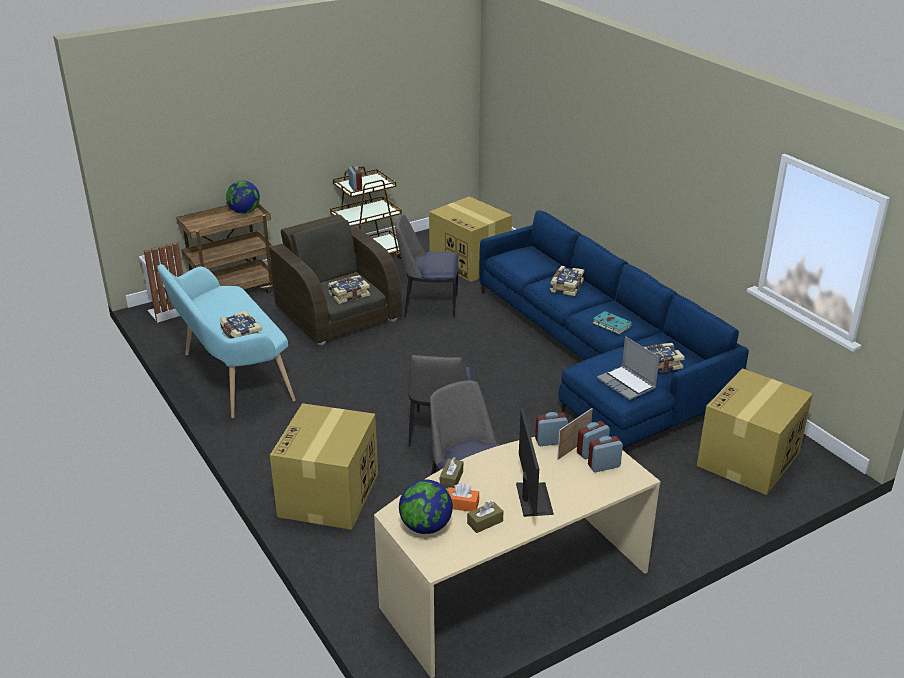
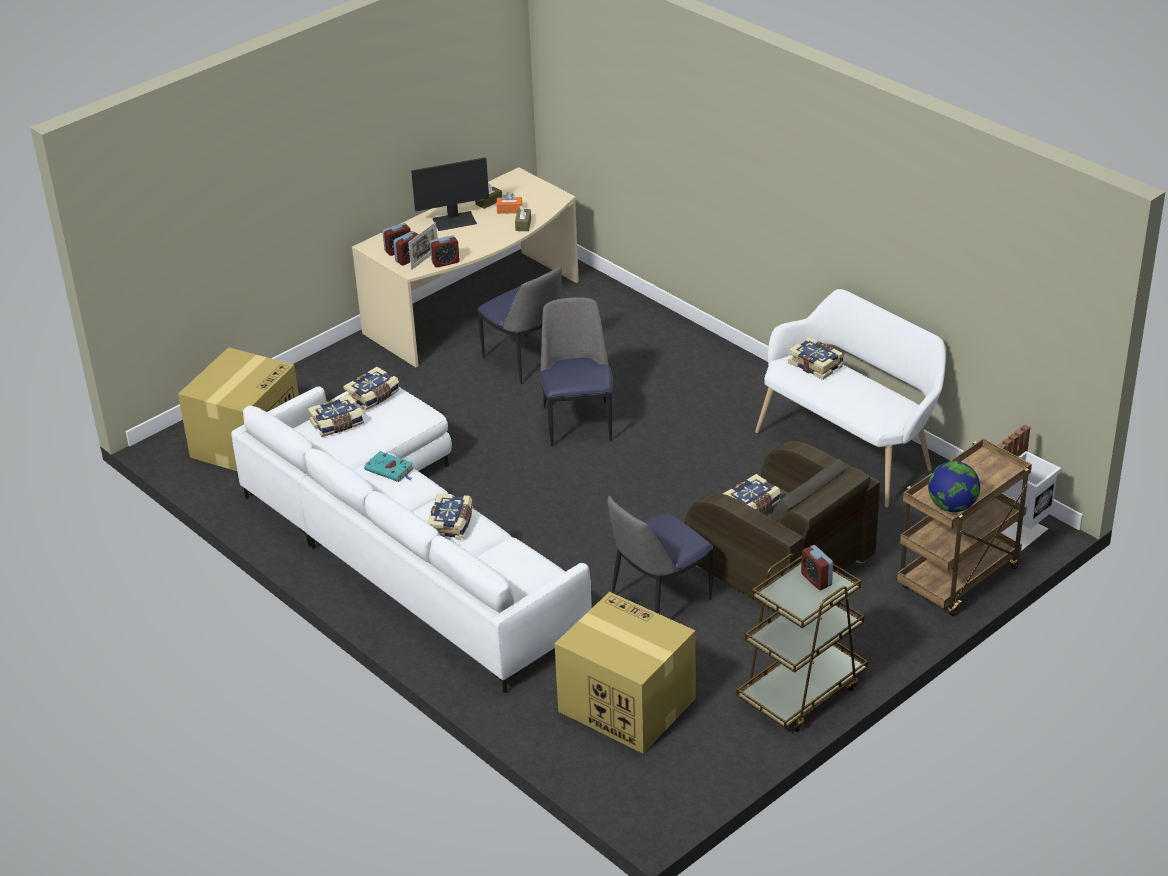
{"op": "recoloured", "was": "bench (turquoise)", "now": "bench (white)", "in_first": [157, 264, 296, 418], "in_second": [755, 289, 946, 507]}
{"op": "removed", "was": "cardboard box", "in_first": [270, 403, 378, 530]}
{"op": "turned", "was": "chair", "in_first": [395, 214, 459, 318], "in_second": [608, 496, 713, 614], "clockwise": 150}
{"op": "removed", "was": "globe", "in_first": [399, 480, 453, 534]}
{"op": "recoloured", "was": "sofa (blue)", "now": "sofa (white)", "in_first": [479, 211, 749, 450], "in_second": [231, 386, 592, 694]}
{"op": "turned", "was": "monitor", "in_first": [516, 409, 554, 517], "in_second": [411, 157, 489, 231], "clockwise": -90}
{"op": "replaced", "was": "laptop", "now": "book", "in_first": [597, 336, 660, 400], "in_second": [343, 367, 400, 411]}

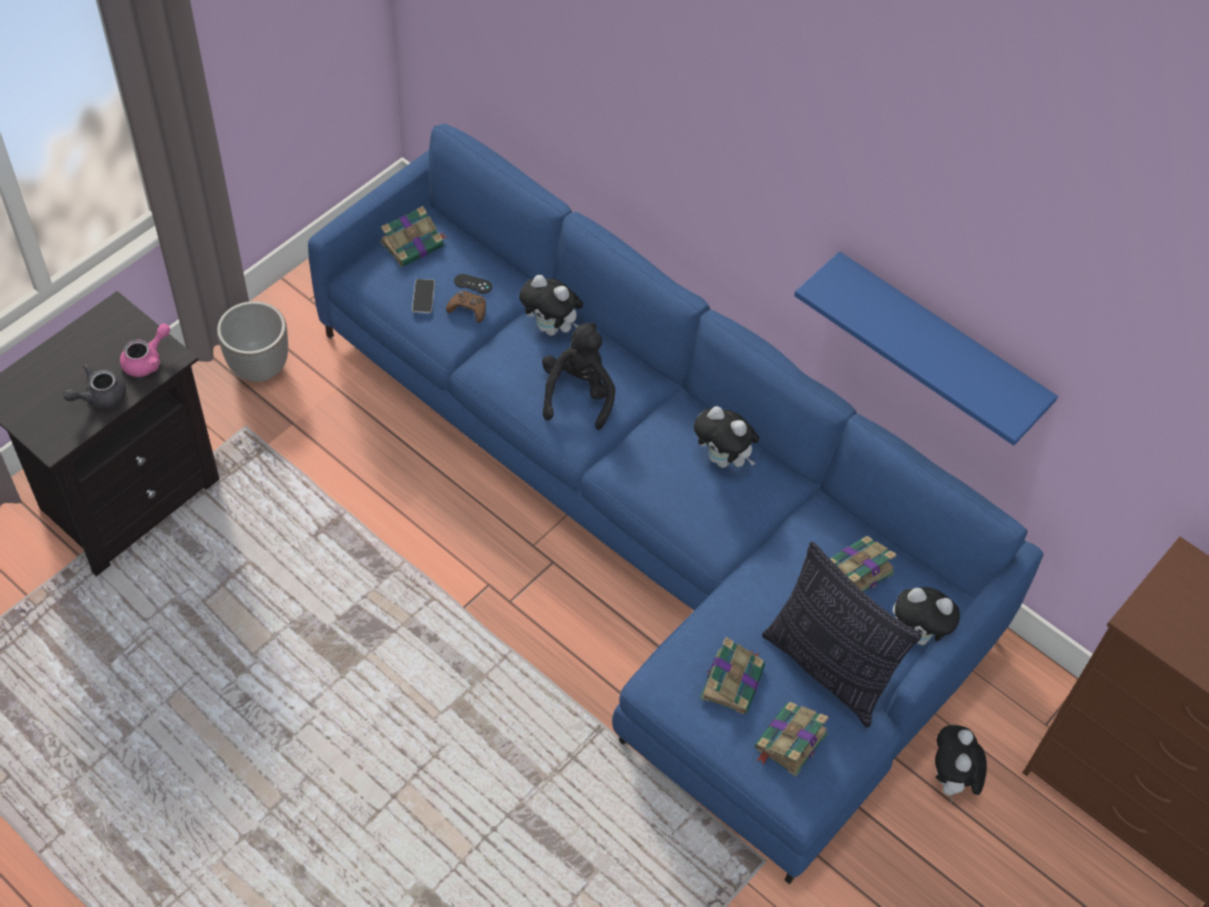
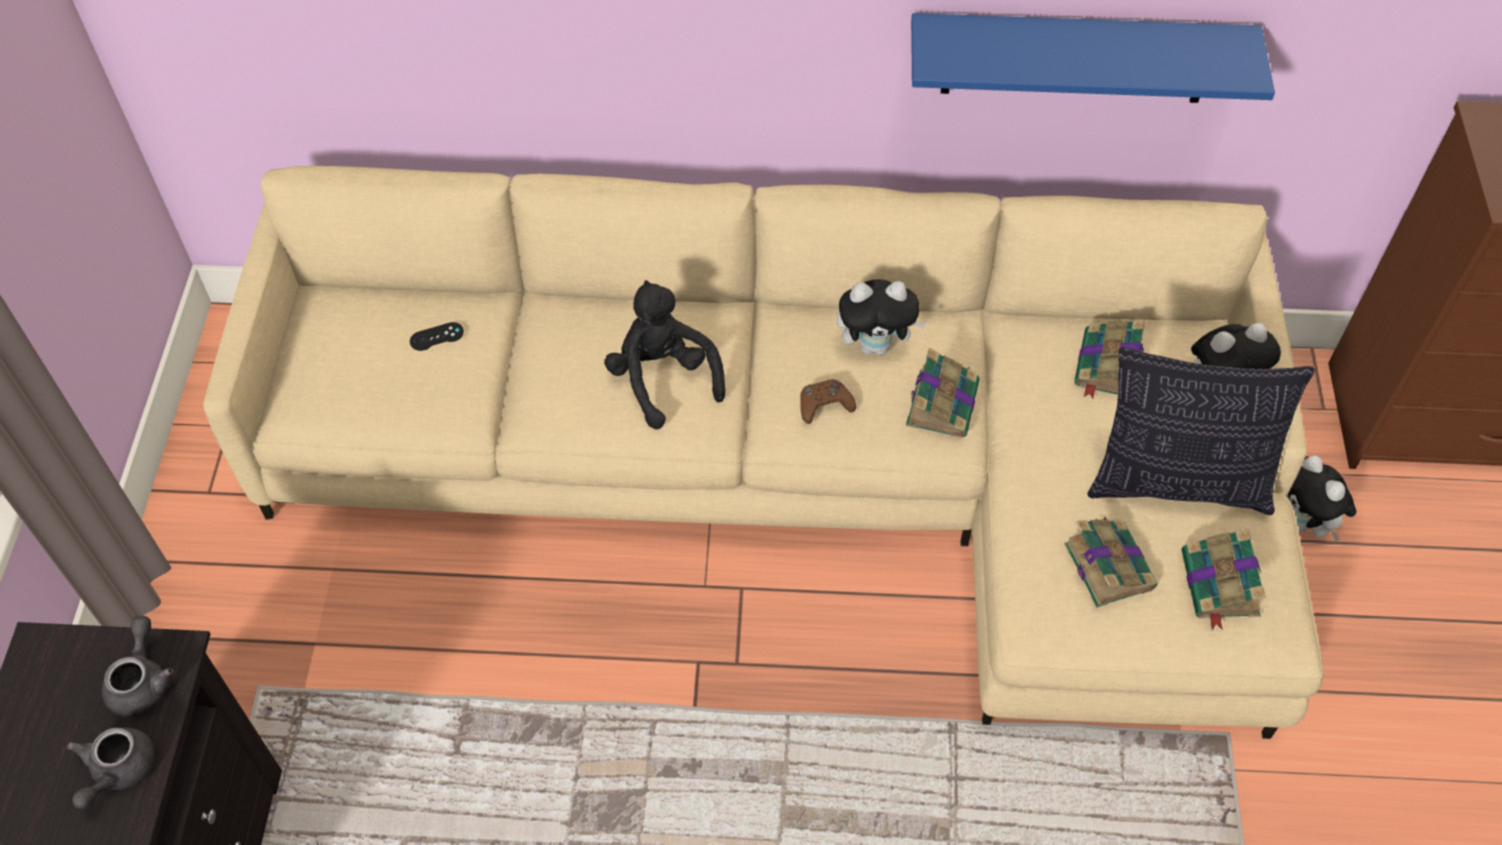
{"op": "recoloured", "was": "teapot (pink)", "now": "teapot (grey)", "in_first": [120, 324, 170, 377], "in_second": [102, 616, 173, 717]}
{"op": "removed", "was": "planter", "in_first": [217, 301, 288, 382]}
{"op": "recoloured", "was": "sofa (blue)", "now": "sofa (beige)", "in_first": [308, 124, 1043, 884], "in_second": [203, 166, 1324, 739]}
{"op": "moved", "was": "book", "in_first": [380, 206, 448, 267], "in_second": [906, 348, 980, 438]}
{"op": "removed", "was": "phone", "in_first": [412, 279, 435, 313]}
{"op": "moved", "was": "game controller (brown)", "in_first": [446, 291, 486, 323], "in_second": [800, 379, 856, 424]}
{"op": "removed", "was": "plush toy", "in_first": [519, 275, 583, 336]}

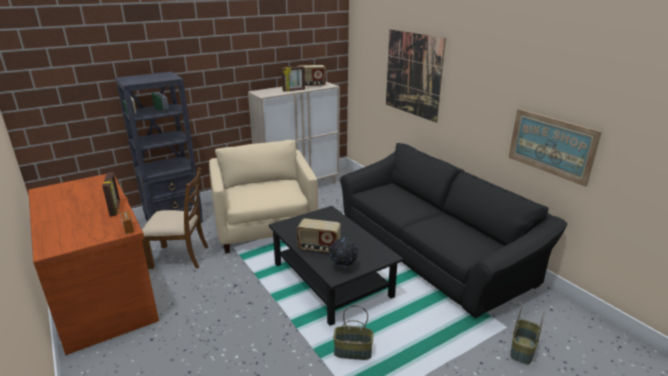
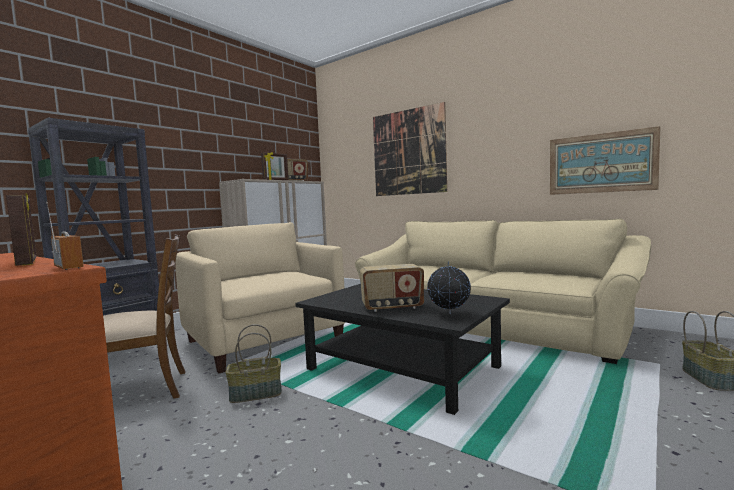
{"op": "moved", "was": "basket", "in_first": [333, 305, 374, 360], "in_second": [225, 324, 282, 403]}
{"op": "recoloured", "was": "sofa (black)", "now": "sofa (beige)", "in_first": [340, 143, 568, 318], "in_second": [355, 219, 651, 364]}

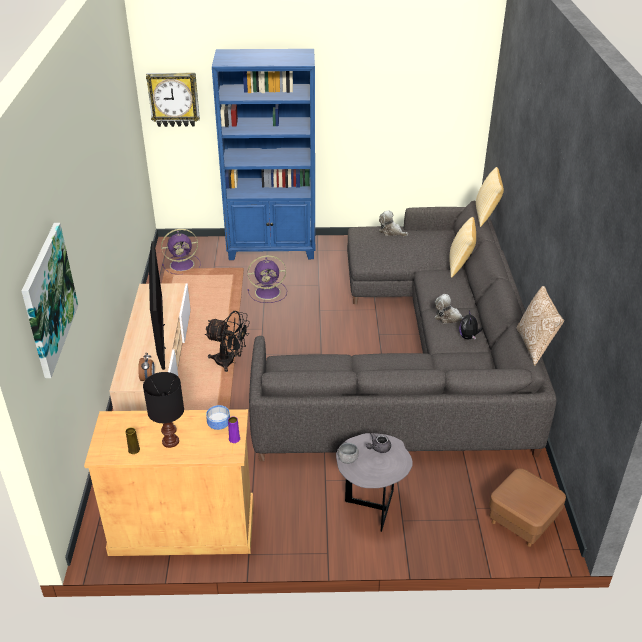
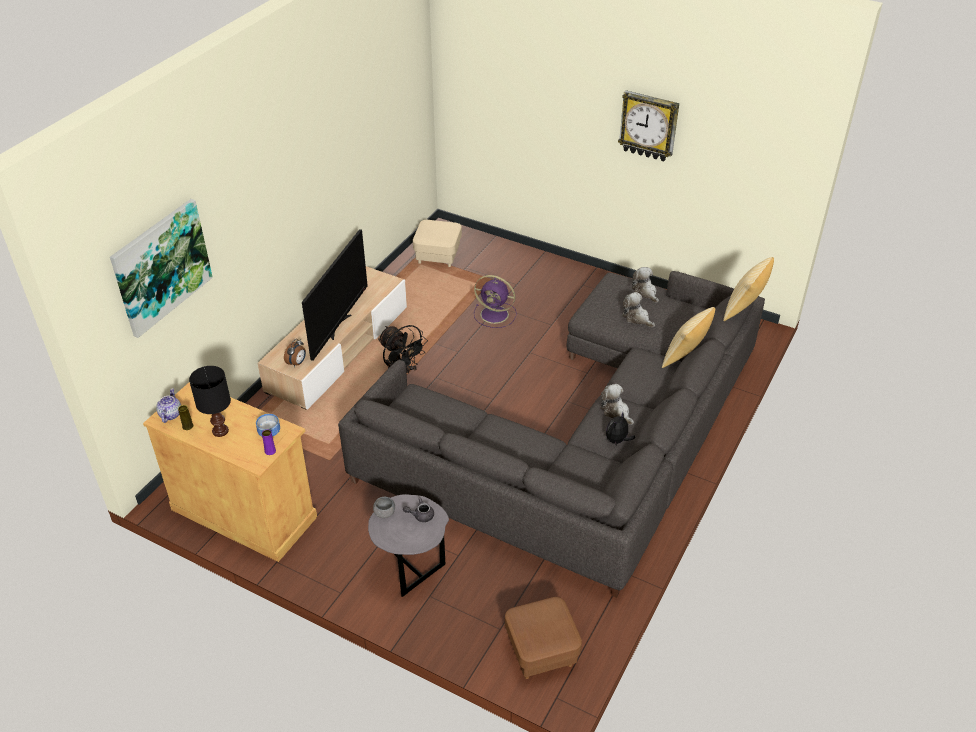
{"op": "moved", "was": "wall clock", "in_first": [146, 73, 200, 127], "in_second": [618, 90, 679, 162]}
{"op": "replaced", "was": "fan (purple)", "now": "ottoman (beige)", "in_first": [161, 229, 201, 274], "in_second": [413, 220, 462, 267]}
{"op": "removed", "was": "bookcase (blue)", "in_first": [212, 49, 315, 260]}
{"op": "removed", "was": "pillow", "in_first": [516, 286, 564, 366]}
{"op": "added", "now": "teapot", "in_second": [156, 388, 181, 423]}
{"op": "added", "now": "plush toy", "in_second": [622, 292, 655, 327]}

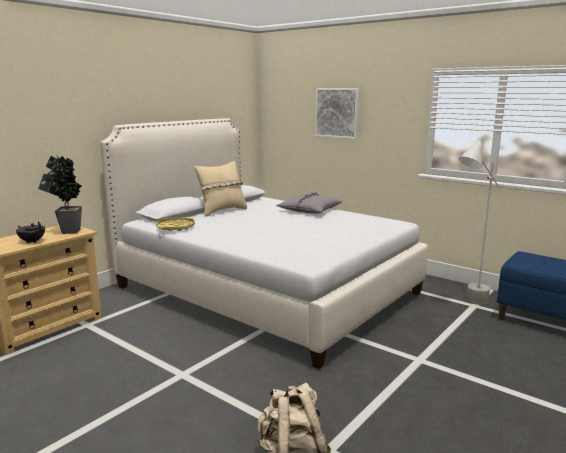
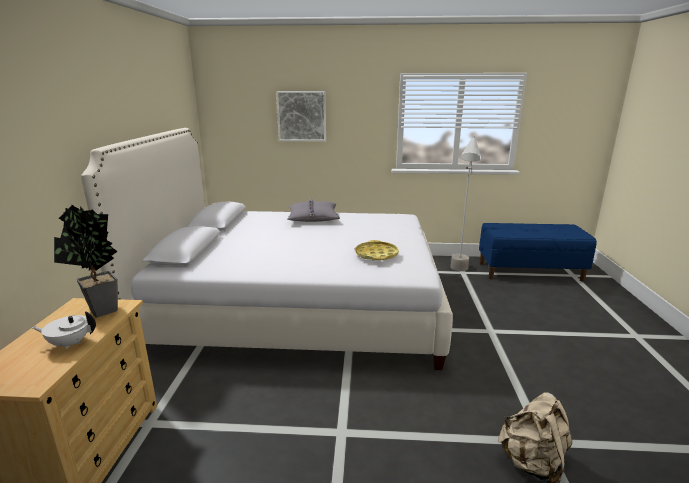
{"op": "recoloured", "was": "teapot (black)", "now": "teapot (white)", "in_first": [16, 221, 45, 243], "in_second": [32, 312, 96, 349]}
{"op": "moved", "was": "tray (yellow)", "in_first": [156, 217, 195, 231], "in_second": [355, 240, 399, 260]}
{"op": "removed", "was": "pillow (beige)", "in_first": [194, 161, 247, 217]}

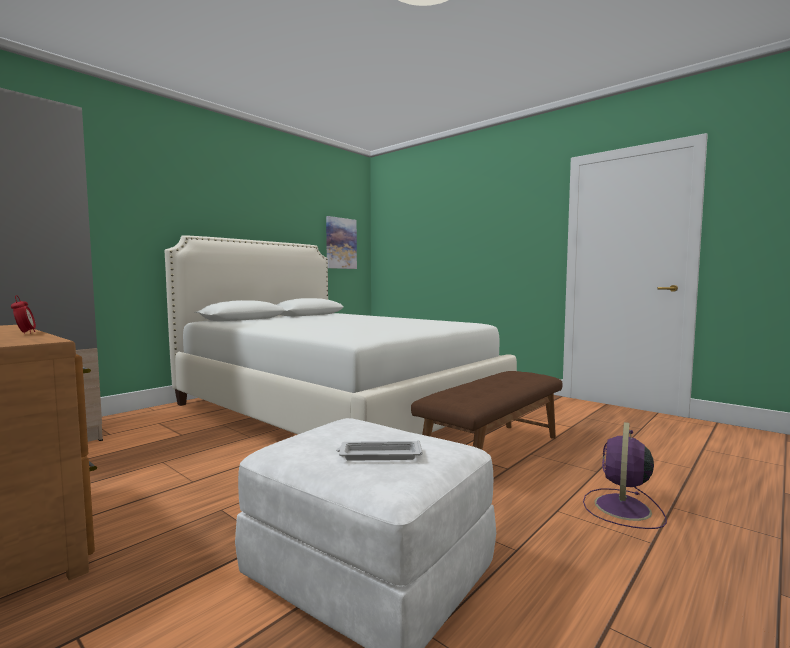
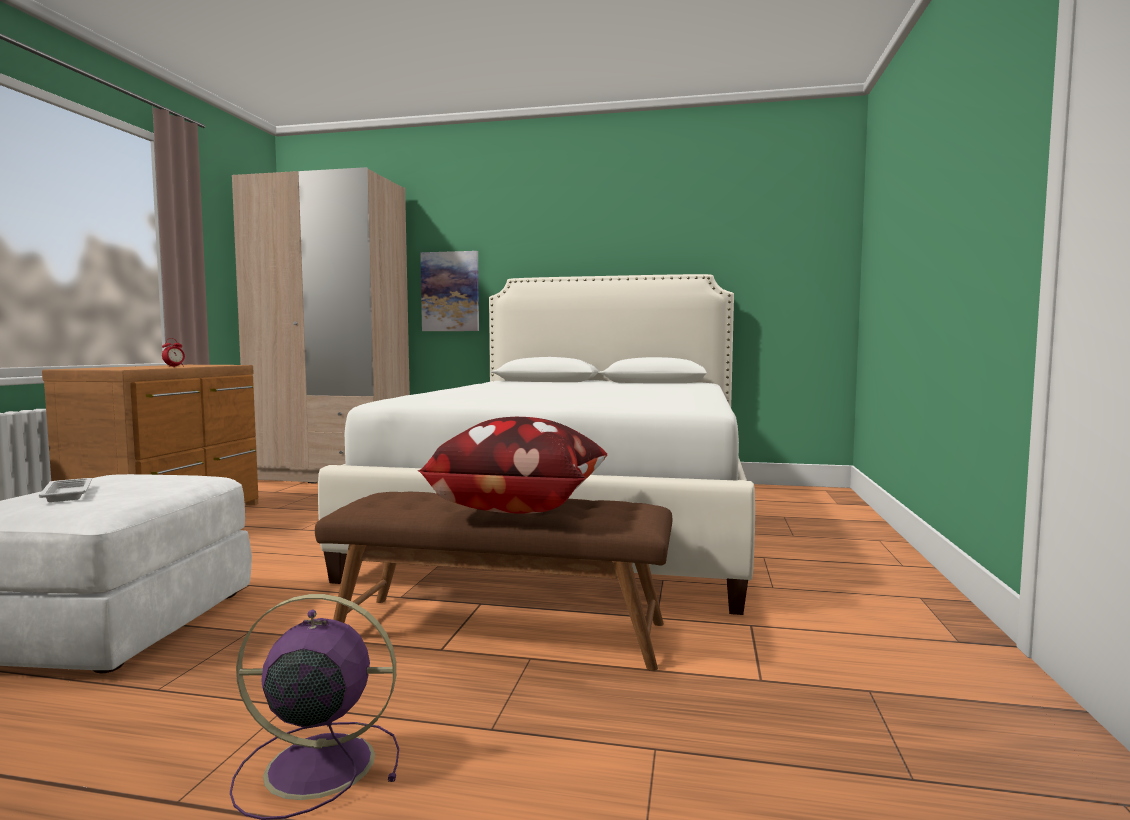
{"op": "moved", "was": "picture", "in_first": [326, 216, 357, 269], "in_second": [420, 251, 479, 331]}
{"op": "added", "now": "pillow", "in_second": [418, 417, 607, 514]}

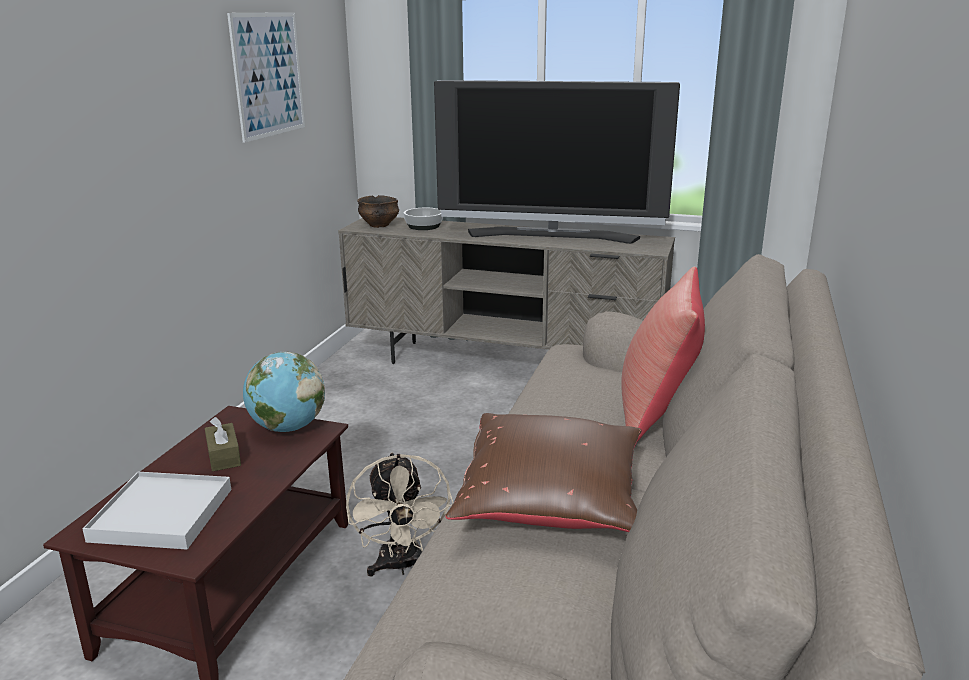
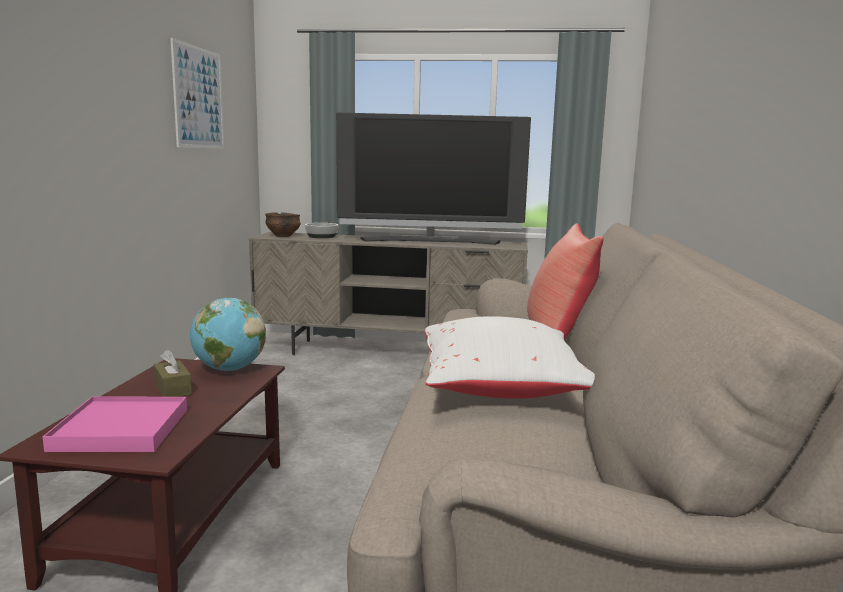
{"op": "recoloured", "was": "tray (white)", "now": "tray (pink)", "in_first": [82, 472, 231, 550], "in_second": [43, 396, 187, 452]}
{"op": "removed", "was": "fan (beige)", "in_first": [346, 452, 453, 576]}
{"op": "recoloured", "was": "pillow (brown)", "now": "pillow (white)", "in_first": [445, 413, 642, 532], "in_second": [424, 316, 595, 399]}

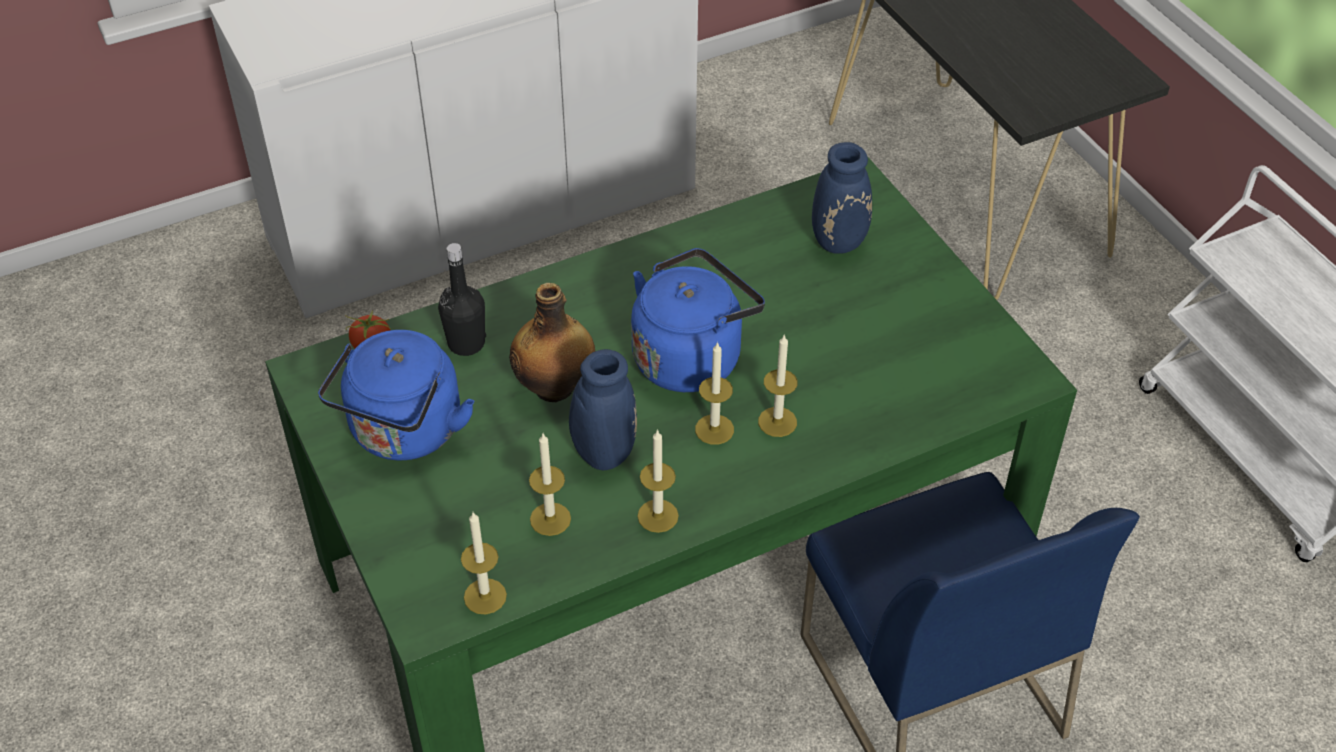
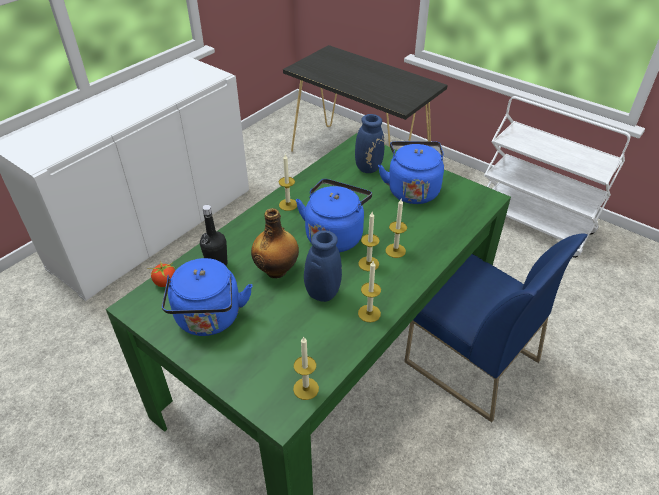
{"op": "moved", "was": "candle", "in_first": [529, 434, 571, 536], "in_second": [279, 154, 297, 211]}
{"op": "added", "now": "kettle (blue)", "in_second": [378, 141, 444, 204]}

